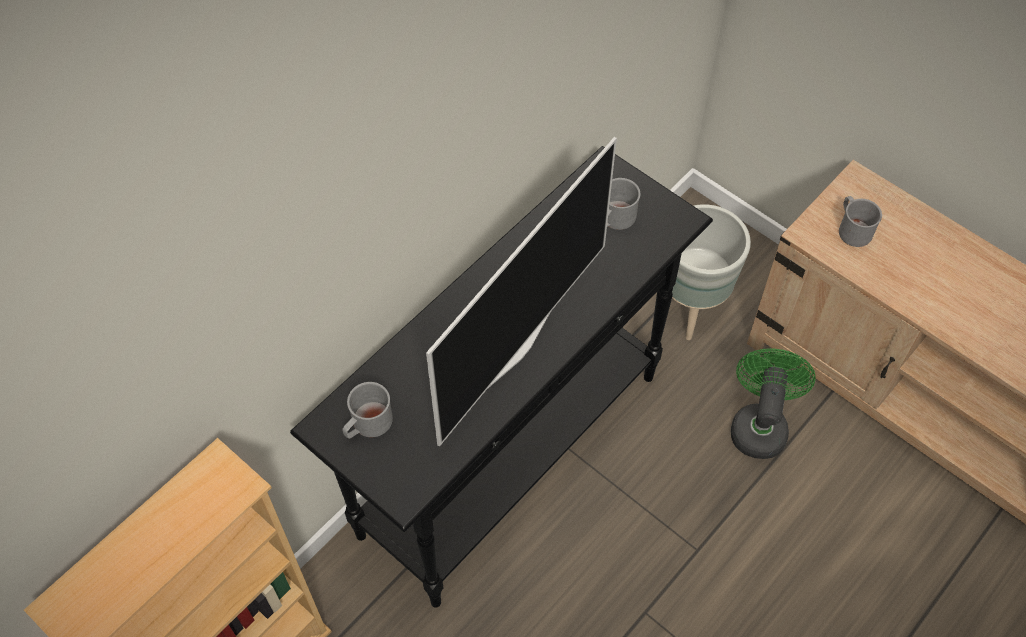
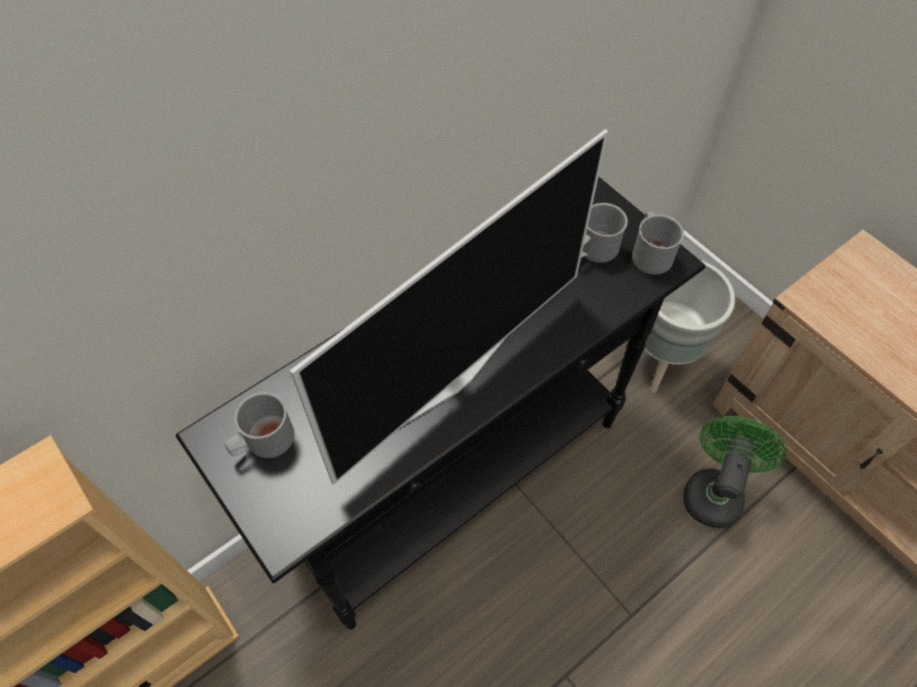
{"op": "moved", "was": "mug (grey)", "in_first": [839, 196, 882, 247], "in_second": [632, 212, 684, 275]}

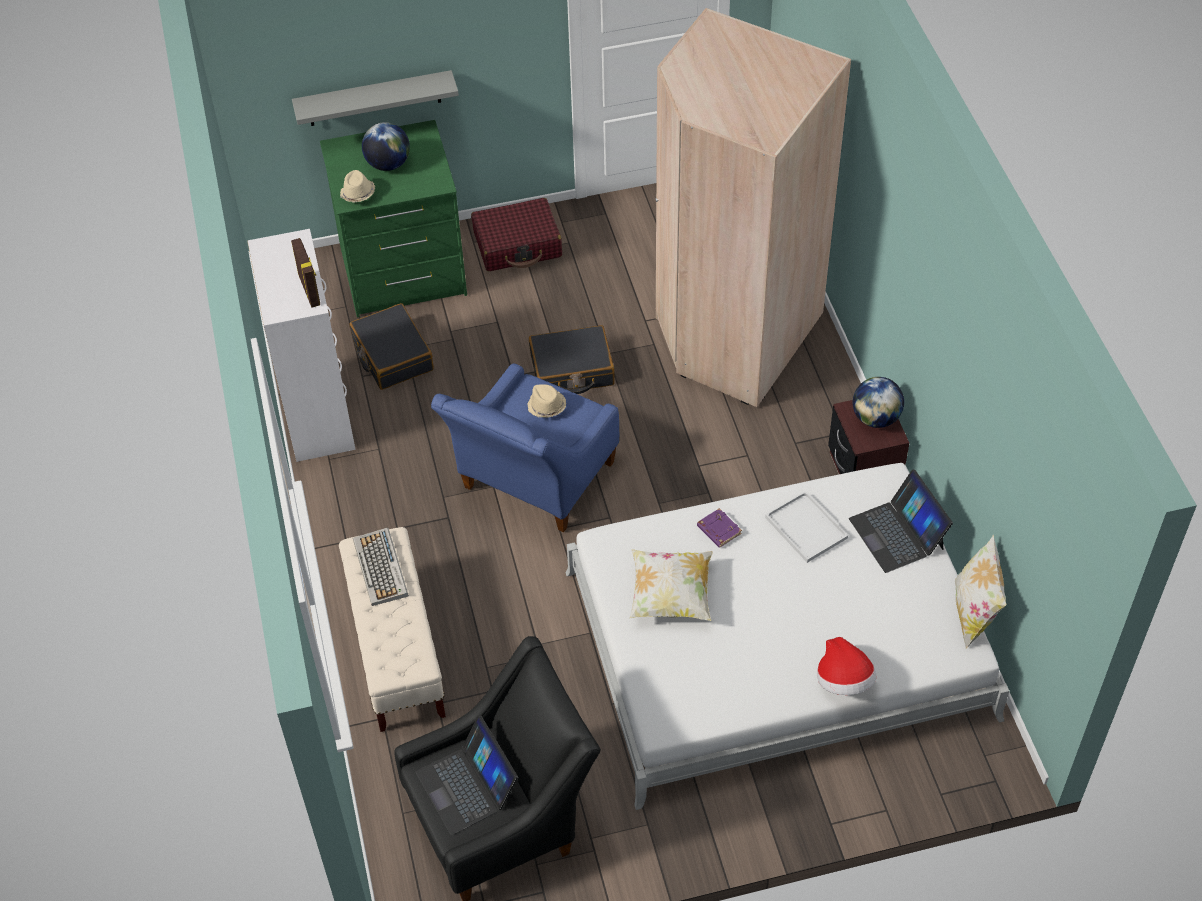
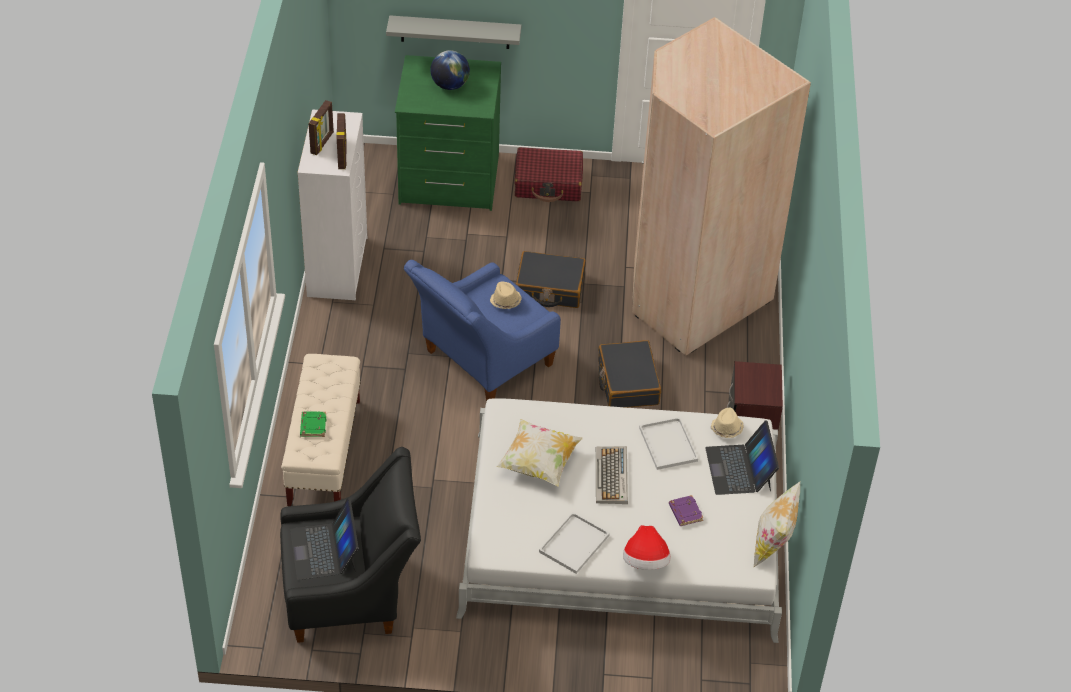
{"op": "moved", "was": "hat (beige)", "in_first": [340, 170, 375, 203], "in_second": [711, 408, 744, 438]}
{"op": "moved", "was": "suitcase (black)", "in_first": [349, 303, 434, 390], "in_second": [598, 340, 661, 408]}
{"op": "moved", "was": "keyboard", "in_first": [353, 528, 409, 606], "in_second": [596, 446, 628, 504]}
{"op": "moved", "was": "book (purple)", "in_first": [697, 508, 742, 548], "in_second": [669, 495, 704, 526]}
{"op": "removed", "was": "globe", "in_first": [853, 377, 904, 428]}
{"op": "added", "now": "book (green)", "in_second": [300, 411, 327, 437]}
{"op": "added", "now": "picture frame", "in_second": [309, 100, 334, 155]}
{"op": "added", "now": "tray (white)", "in_second": [539, 512, 610, 574]}

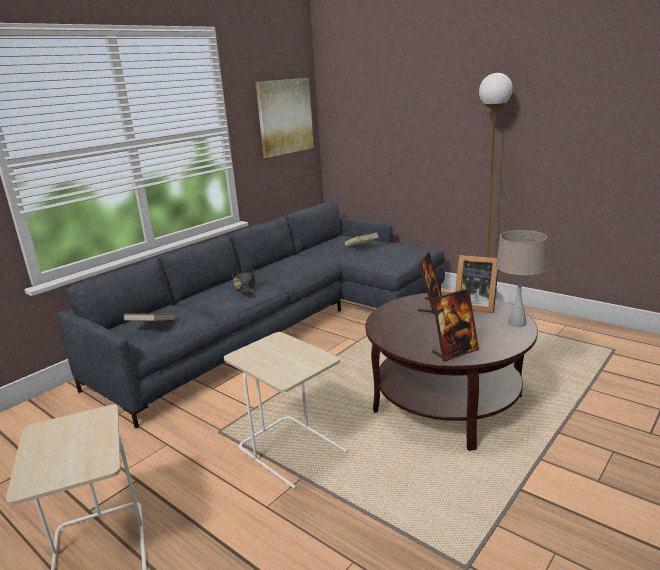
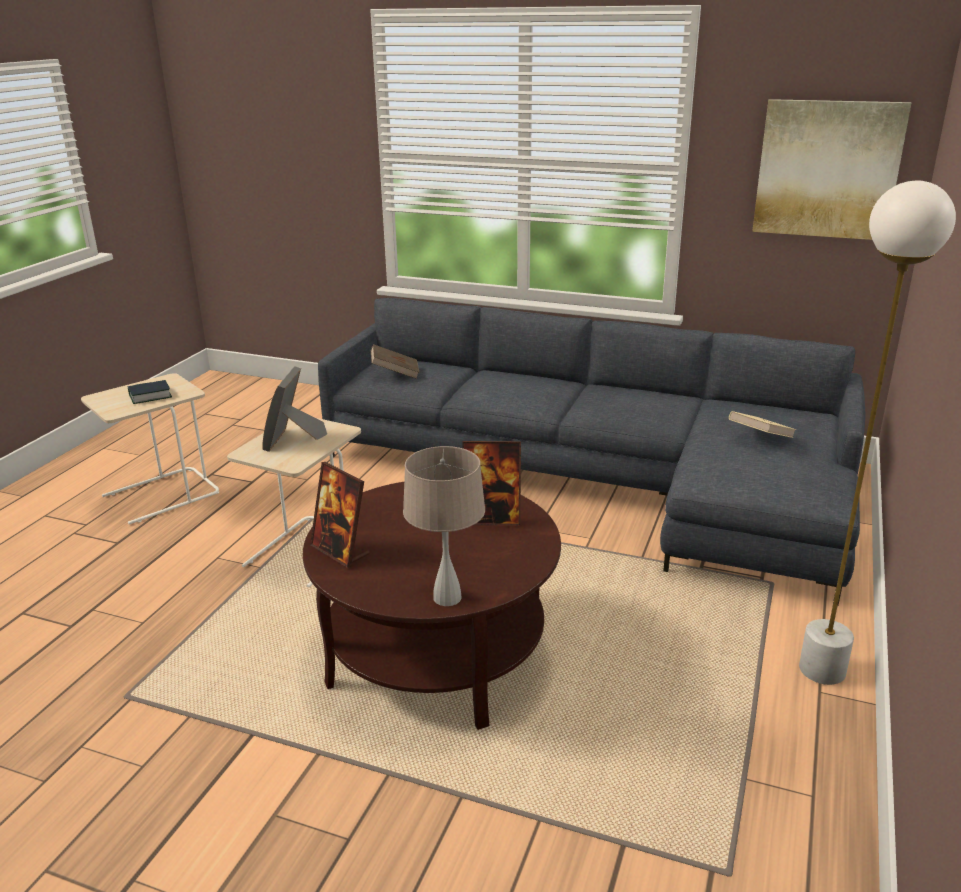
{"op": "removed", "was": "hat (black)", "in_first": [232, 269, 256, 294]}
{"op": "moved", "was": "picture frame", "in_first": [455, 255, 498, 313], "in_second": [262, 366, 327, 452]}
{"op": "added", "now": "book", "in_second": [128, 380, 172, 404]}

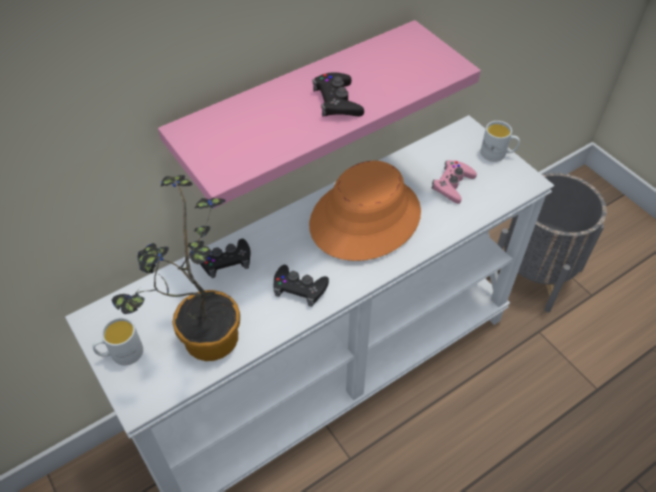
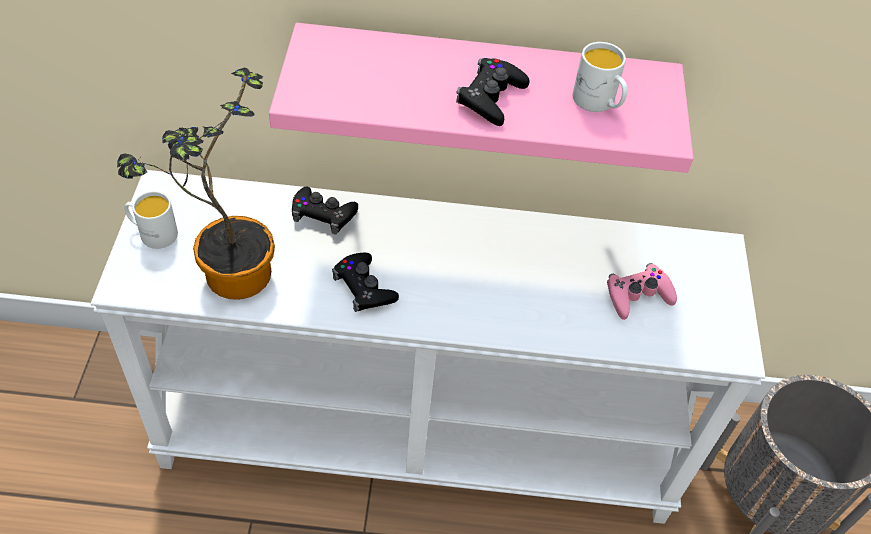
{"op": "removed", "was": "hat (orange)", "in_first": [309, 161, 421, 261]}
{"op": "moved", "was": "mug (white)", "in_first": [480, 121, 520, 162], "in_second": [573, 42, 627, 112]}

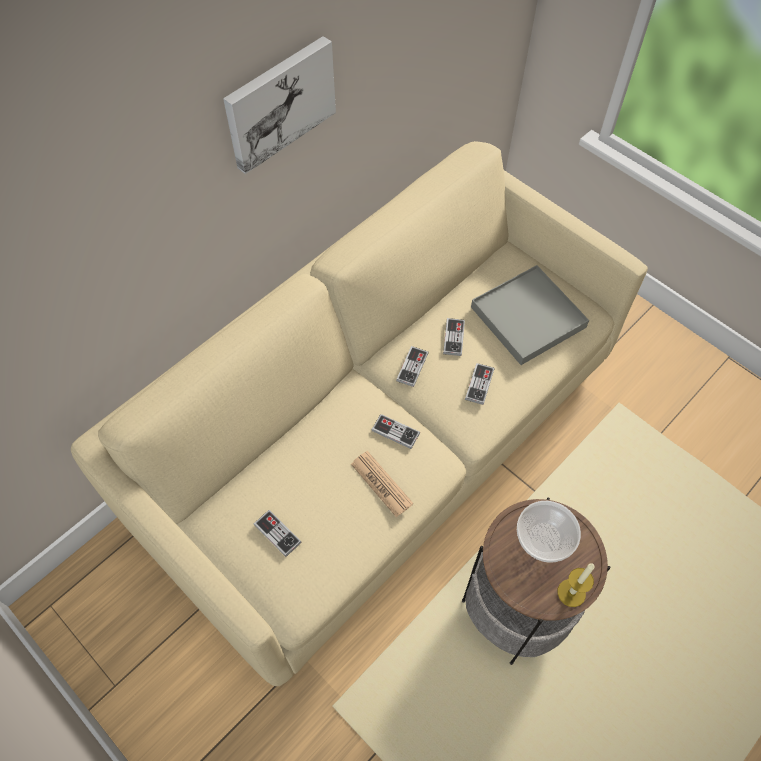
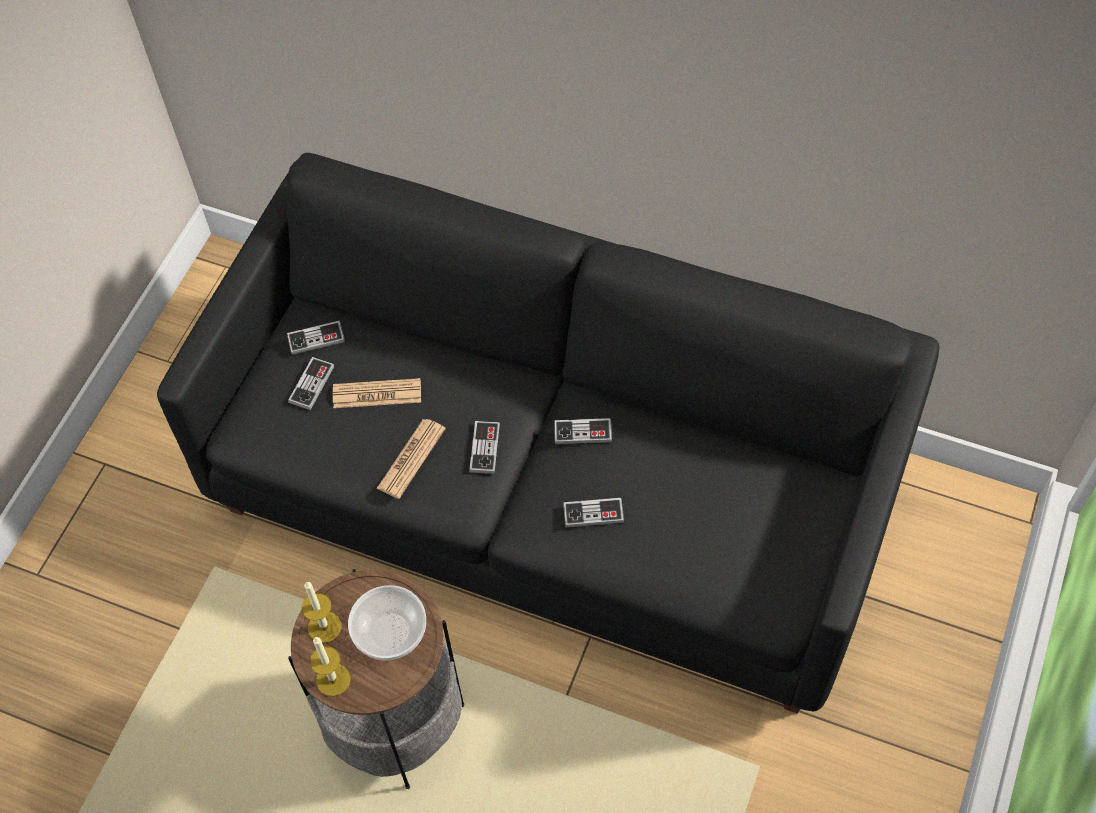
{"op": "recoloured", "was": "sofa (beige)", "now": "sofa (black)", "in_first": [71, 141, 648, 686], "in_second": [157, 153, 939, 714]}
{"op": "removed", "was": "picture", "in_first": [223, 36, 336, 174]}
{"op": "moved", "was": "game controller", "in_first": [443, 318, 465, 356], "in_second": [287, 321, 345, 355]}
{"op": "removed", "was": "tray (grey)", "in_first": [471, 265, 589, 365]}
{"op": "added", "now": "candle", "in_second": [302, 581, 341, 643]}
{"op": "added", "now": "newspaper", "in_second": [333, 378, 421, 408]}

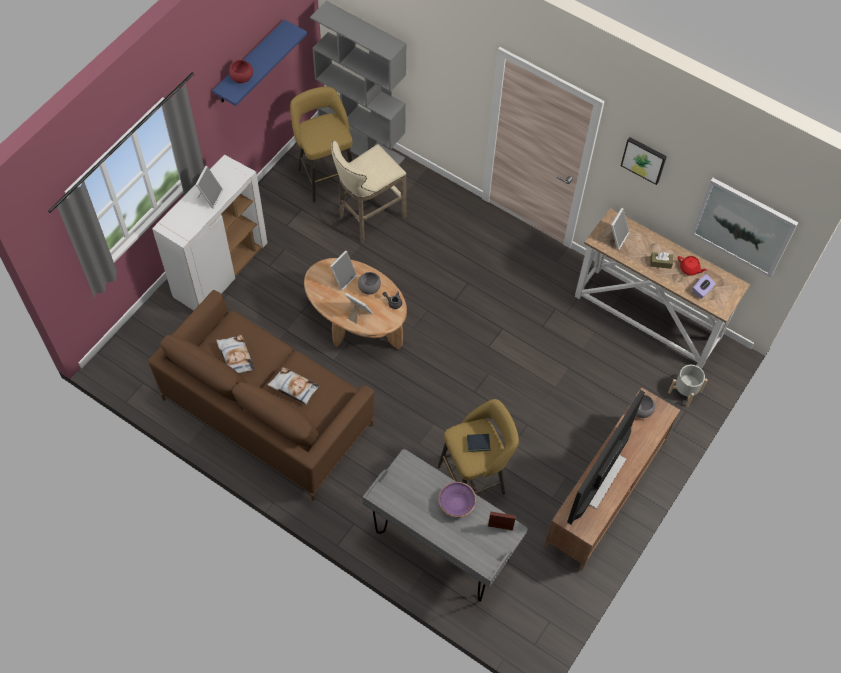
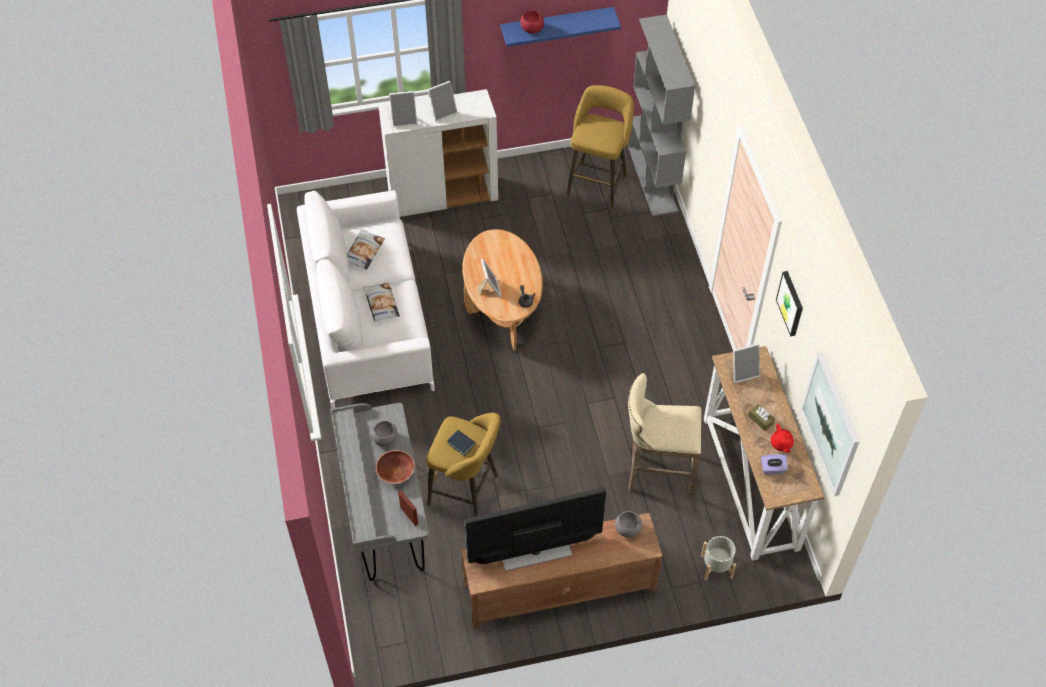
{"op": "recoloured", "was": "sofa (brown)", "now": "sofa (white)", "in_first": [148, 290, 374, 501], "in_second": [297, 190, 435, 408]}
{"op": "moved", "was": "picture frame", "in_first": [330, 250, 357, 291], "in_second": [389, 91, 417, 127]}
{"op": "moved", "was": "stool (beige)", "in_first": [331, 141, 407, 243], "in_second": [628, 373, 701, 497]}
{"op": "moved", "was": "bowl (grey)", "in_first": [358, 272, 381, 295], "in_second": [371, 421, 398, 447]}
{"op": "recoloured", "was": "bowl (purple)", "now": "bowl (brown)", "in_first": [438, 482, 476, 517], "in_second": [376, 450, 415, 484]}

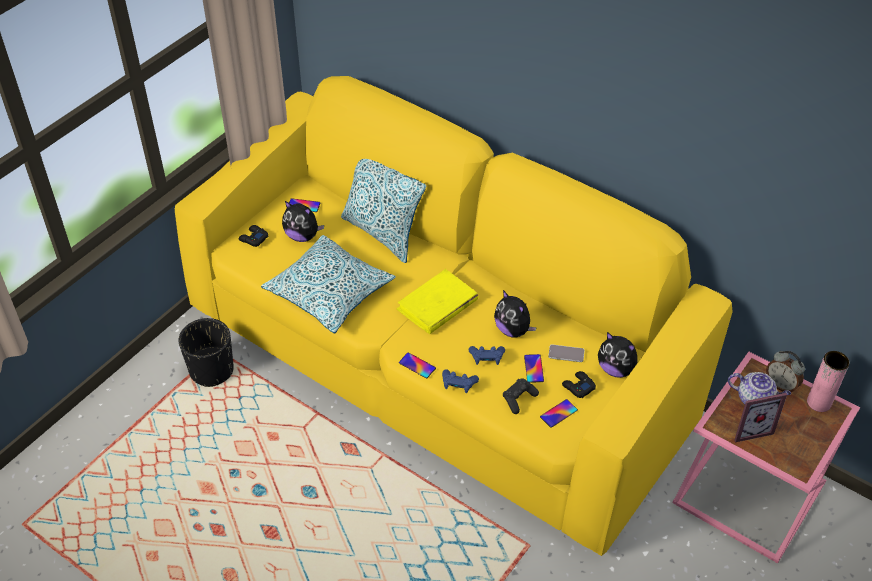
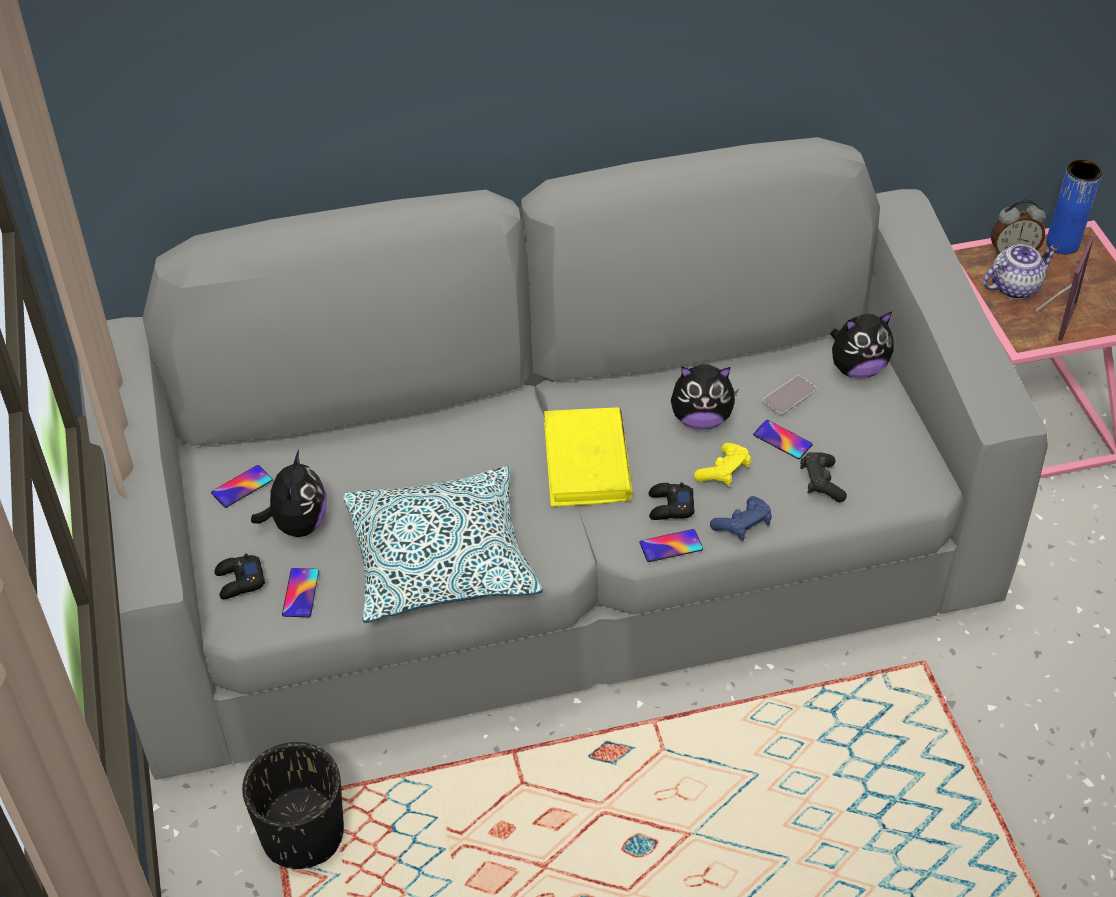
{"op": "recoloured", "was": "sofa (yellow)", "now": "sofa (grey)", "in_first": [175, 76, 733, 556], "in_second": [77, 137, 1048, 780]}
{"op": "turned", "was": "plush toy", "in_first": [282, 201, 324, 242], "in_second": [251, 450, 326, 537], "clockwise": -60}
{"op": "removed", "was": "pillow", "in_first": [341, 159, 426, 263]}
{"op": "recoloured", "was": "game controller (blue)", "now": "game controller (yellow)", "in_first": [469, 346, 505, 365], "in_second": [694, 443, 751, 486]}
{"op": "moved", "was": "phone", "in_first": [540, 399, 578, 428], "in_second": [282, 568, 319, 617]}
{"op": "moved", "was": "game controller (black)", "in_first": [562, 371, 596, 398], "in_second": [649, 482, 694, 520]}
{"op": "recoloured", "was": "vase (pink)", "now": "vase (blue)", "in_first": [807, 351, 849, 412], "in_second": [1046, 160, 1102, 254]}

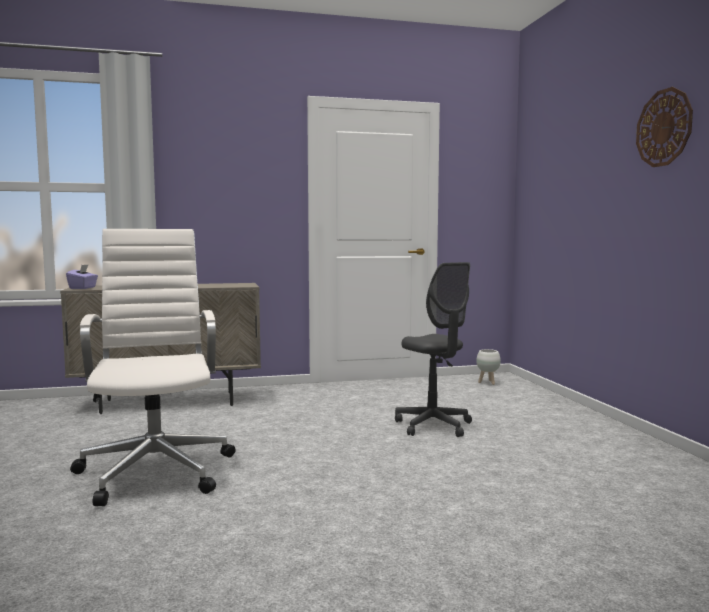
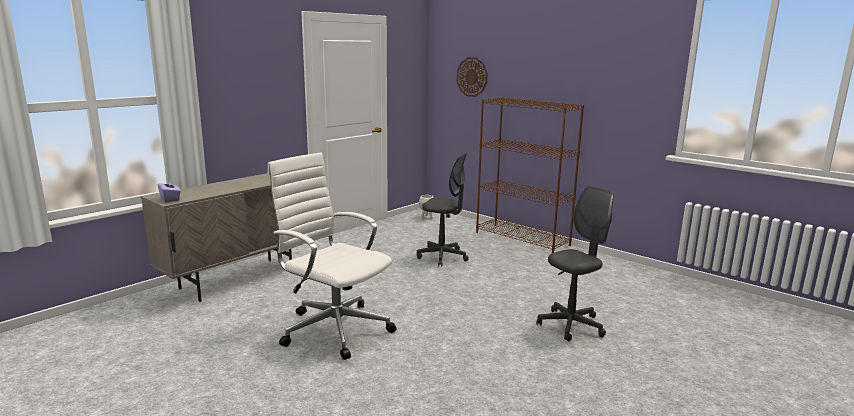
{"op": "moved", "was": "wall clock", "in_first": [636, 87, 693, 167], "in_second": [456, 57, 488, 97]}
{"op": "added", "now": "bookcase (brown)", "in_second": [476, 97, 584, 253]}
{"op": "added", "now": "office chair (grey)", "in_second": [536, 185, 614, 341]}

